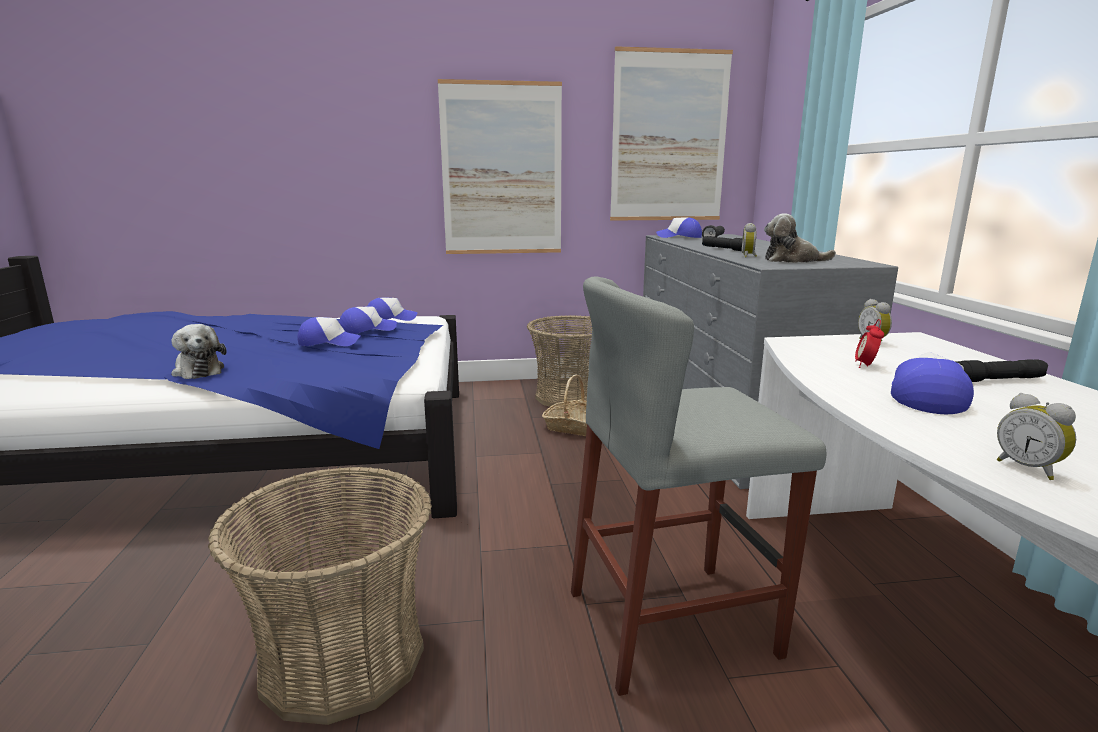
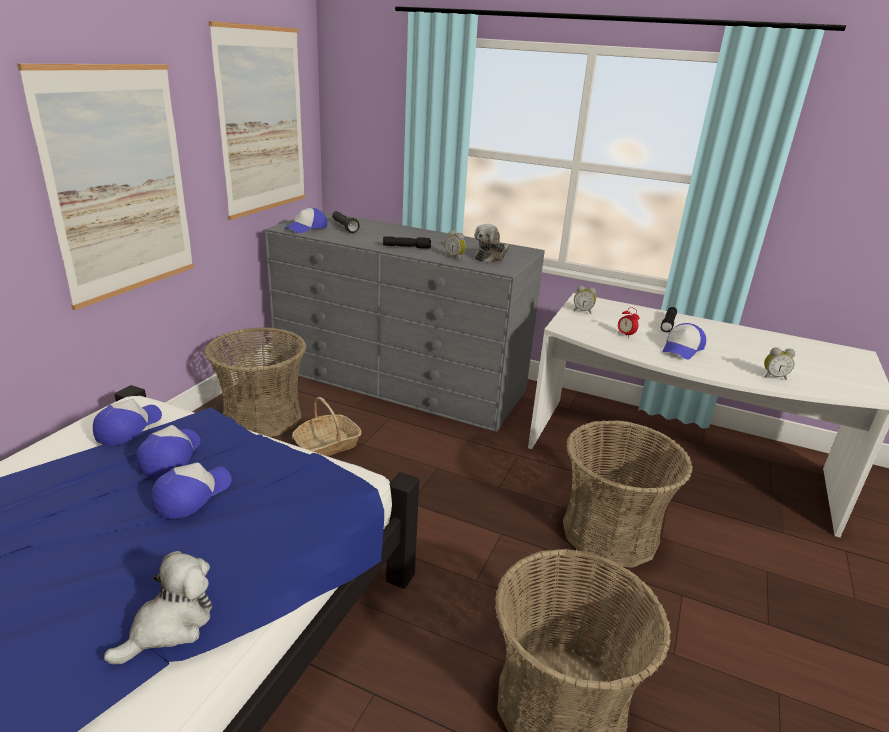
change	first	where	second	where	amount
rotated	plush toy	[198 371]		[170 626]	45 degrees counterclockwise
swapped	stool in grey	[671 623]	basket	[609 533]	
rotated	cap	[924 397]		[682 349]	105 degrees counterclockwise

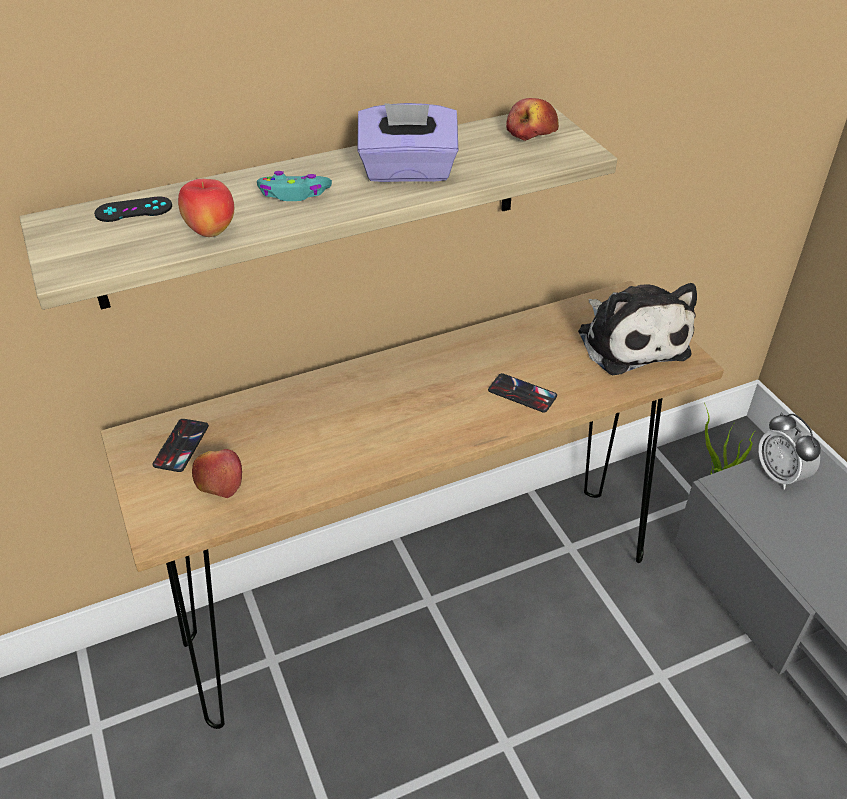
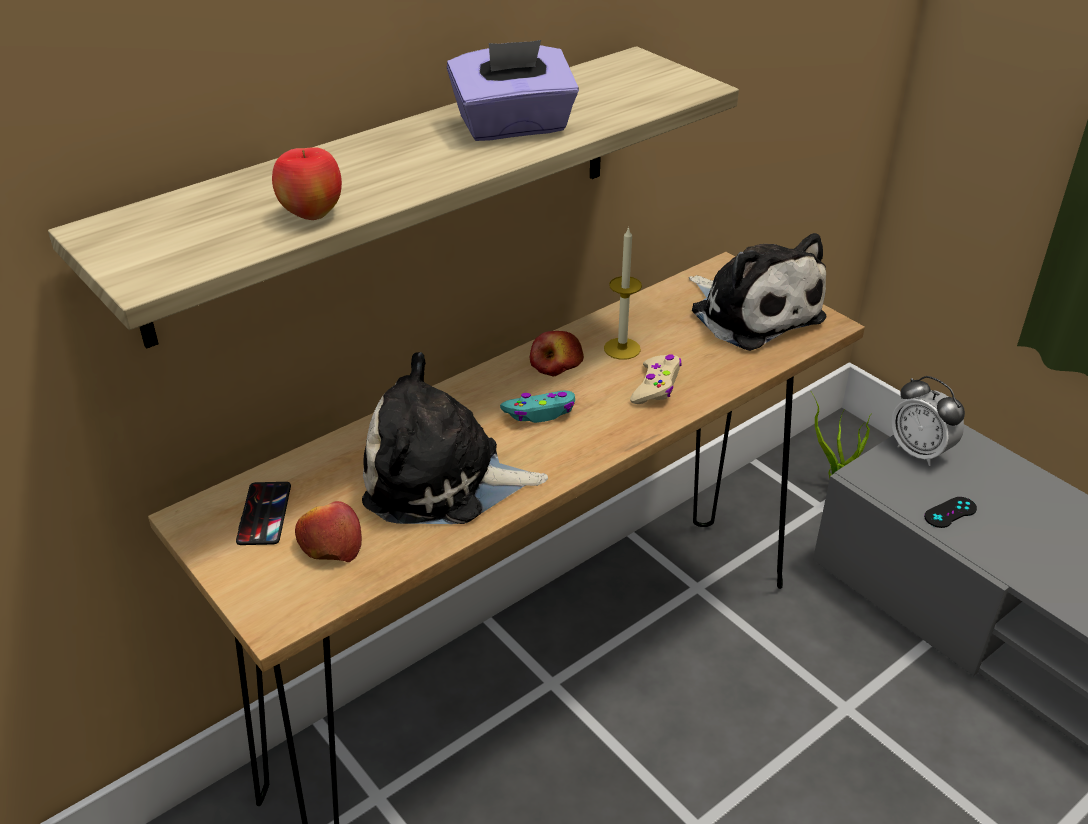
change	first	where	second	where	amount
new			plush toy	[442 480]	
shifted	game controller in turquoise	[294 194]		[540 413]	
shifted	apple	[531 135]		[557 366]	
new			candle	[622 348]	
swapped	phone	[522 393]	game controller in beige	[656 386]	
shifted	game controller in black	[133 210]		[950 512]	

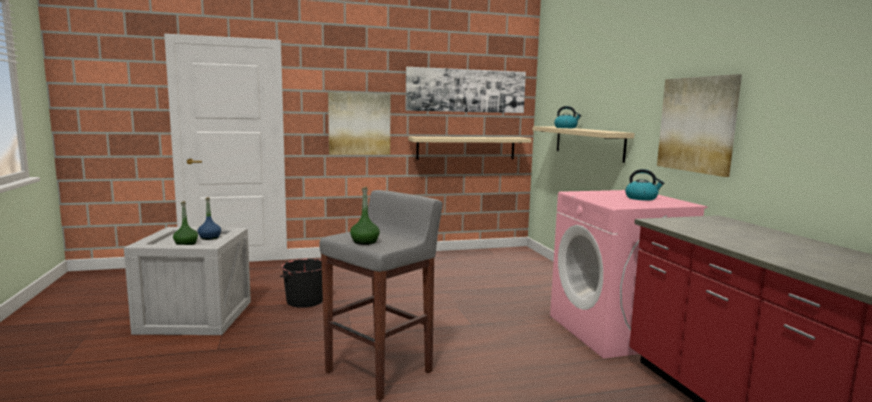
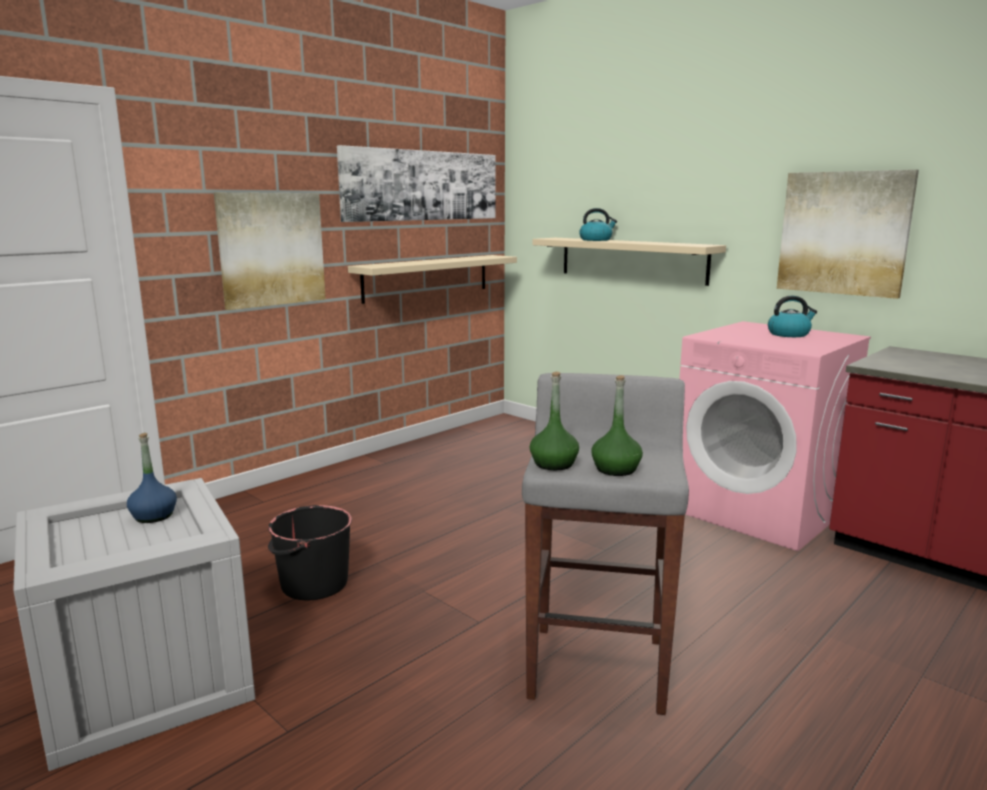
change	first	where	second	where	amount
shifted	bottle in green	[186 244]		[554 464]	

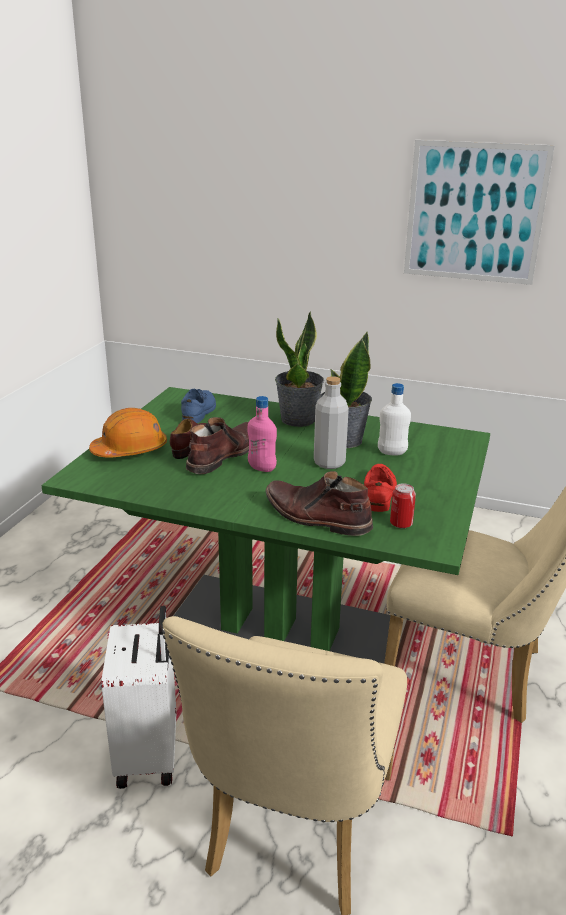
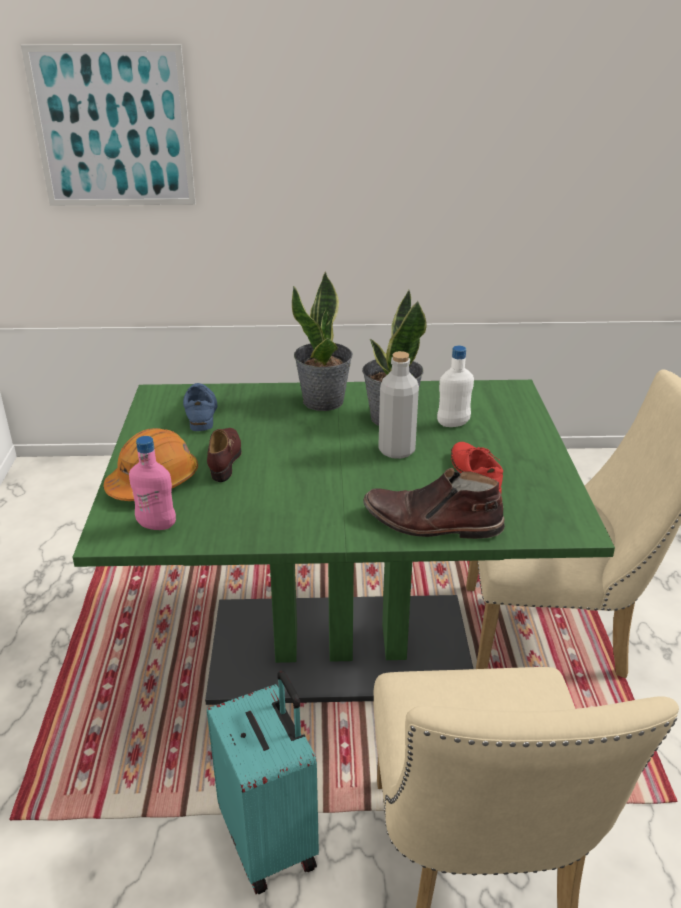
change	first	where	second	where	amount
shifted	picture	[474 213]		[112 128]	
shifted	bottle in pink	[262 468]		[156 525]	
repainted	suitcase in white	[150 755]	suitcase in turquoise	[271 840]	
gone	boot in brown	[223 455]			
gone	can	[401 524]			

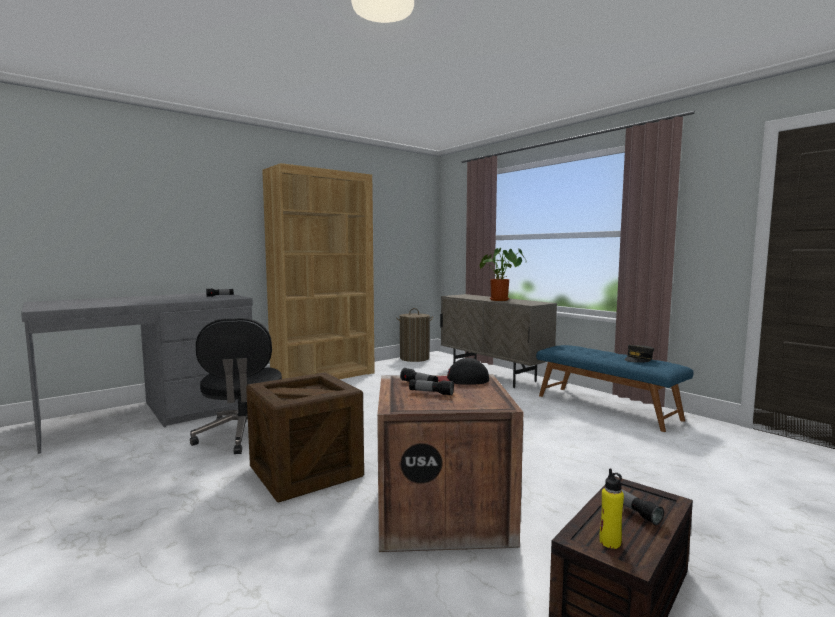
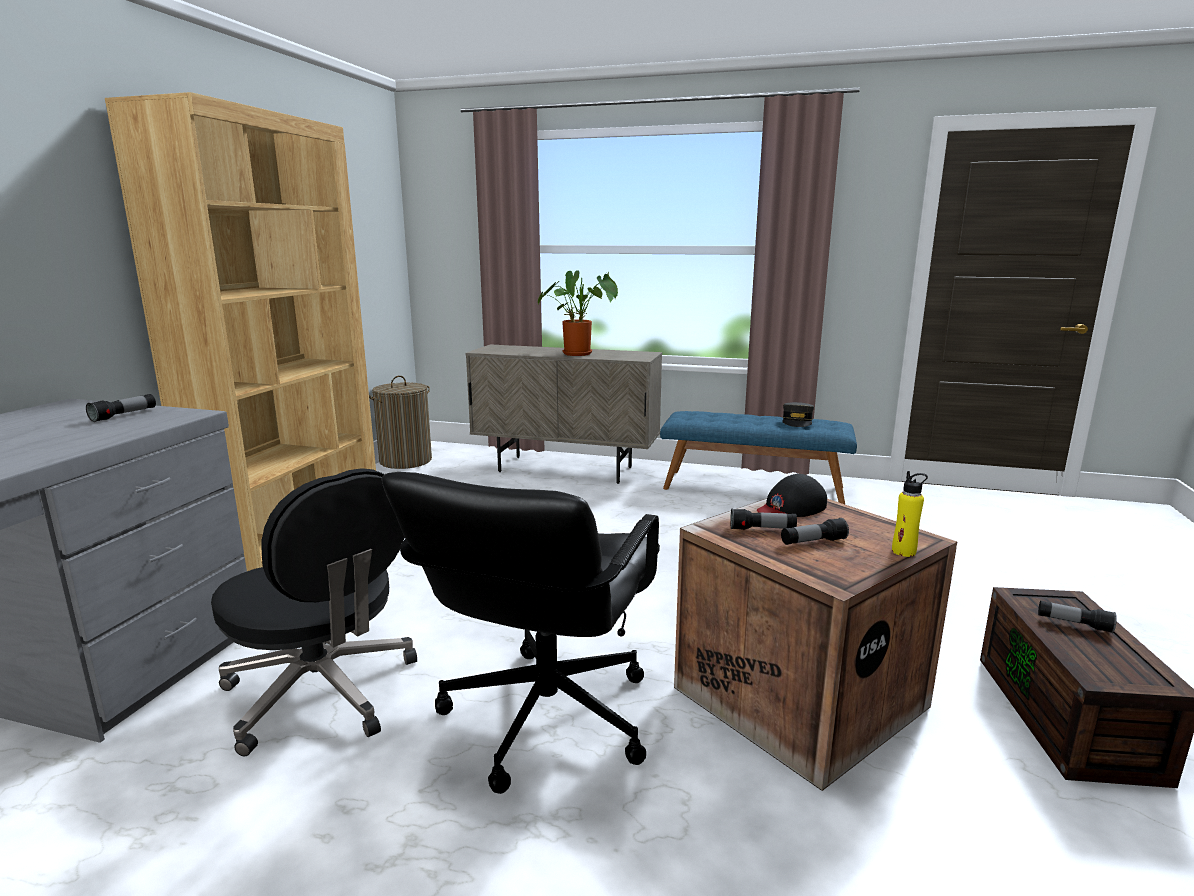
change	first	where	second	where	amount
swapped	crate	[306 471]	office chair in black	[544 717]	
shifted	bottle in yellow	[610 542]		[904 551]	

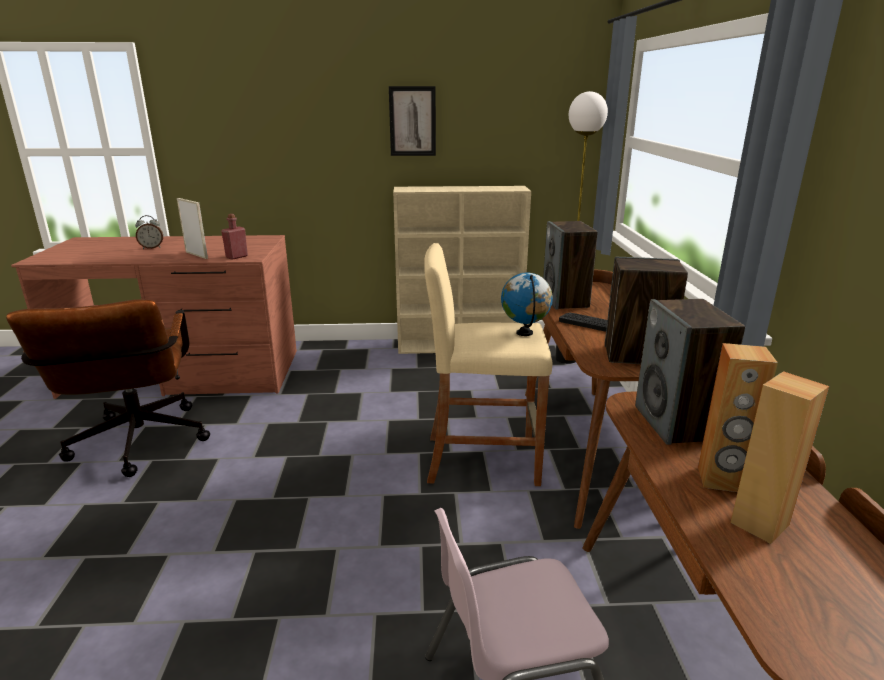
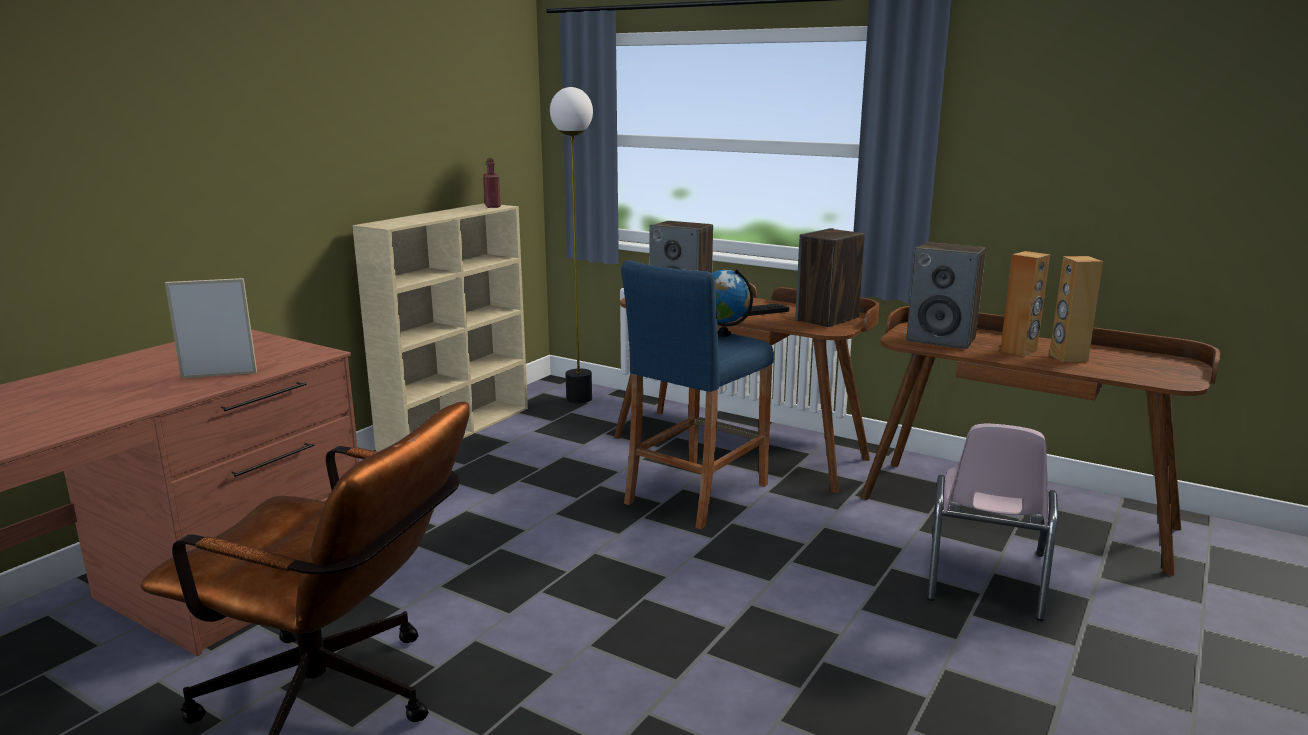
change	first	where	second	where	amount
shifted	bottle in red	[237 257]		[492 206]	
repainted	stool in beige	[482 460]	stool in blue	[696 493]	
gone	alarm clock	[152 248]			
gone	picture	[412 121]			

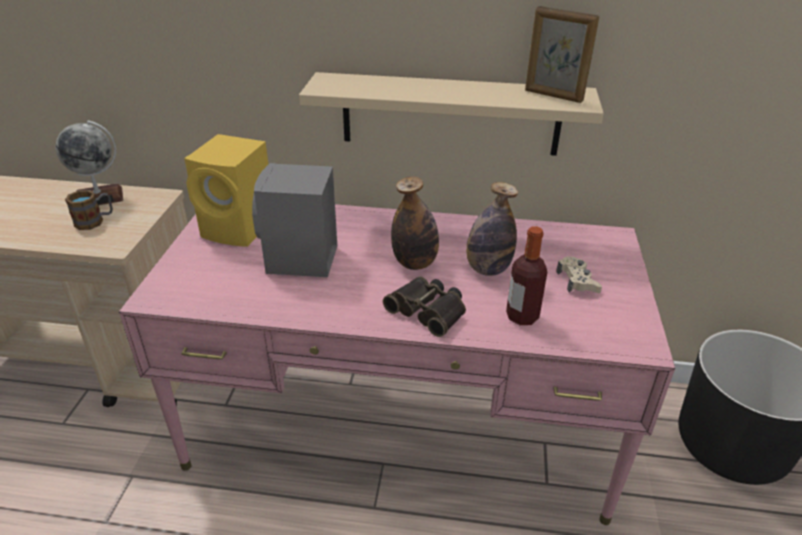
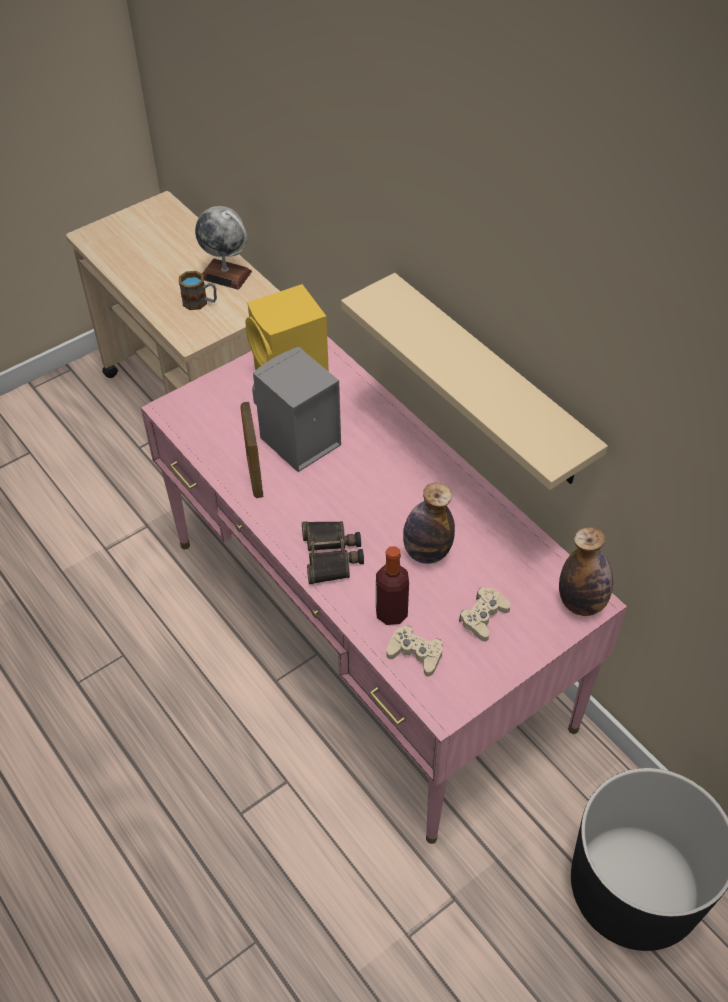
change	first	where	second	where	amount
shifted	picture frame	[553 96]		[255 476]	
new			game controller in beige	[415 654]	
shifted	bottle	[415 263]		[581 602]	

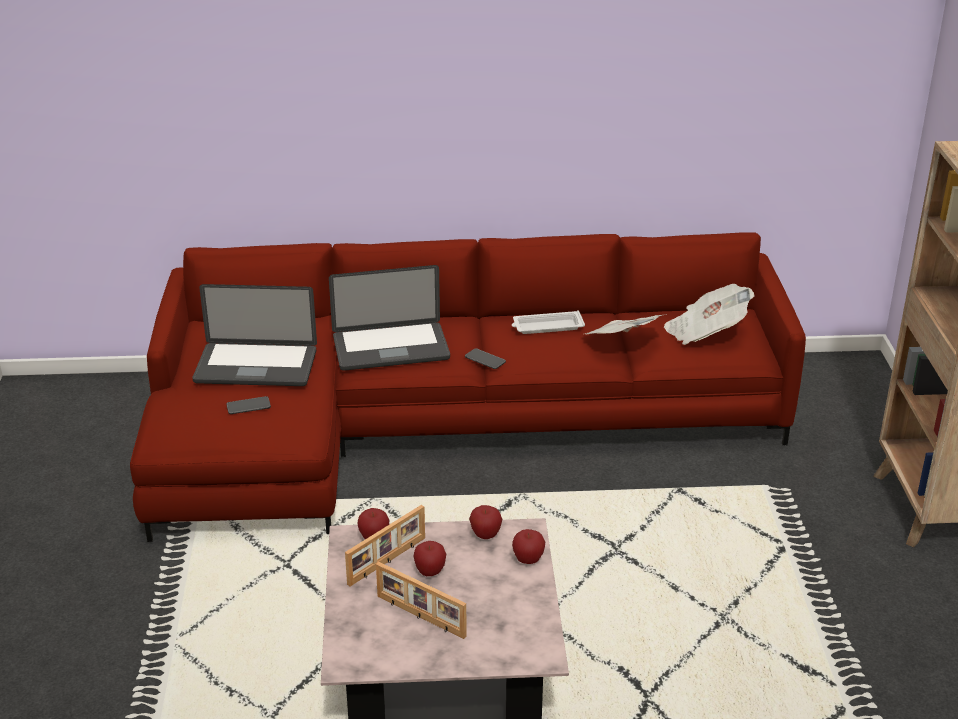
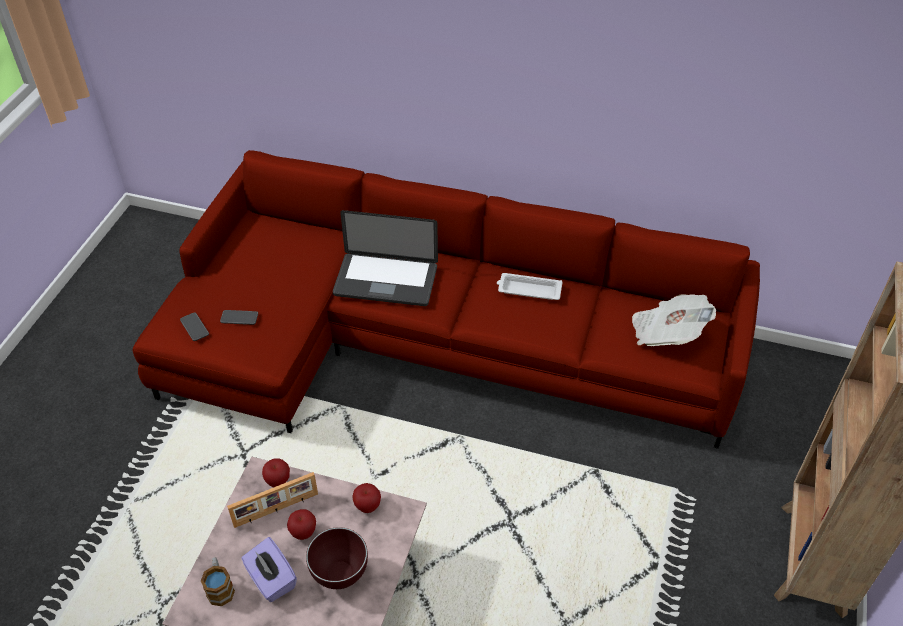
change	first	where	second	where	amount
shifted	phone	[485 359]		[194 327]	
new			mug	[220 587]	
swapped	picture frame	[420 617]	tissue box in purple	[271 579]	
new			bowl in brown	[340 574]	
gone	laptop	[256 367]			
gone	apple	[528 560]			
gone	newspaper	[622 343]			

